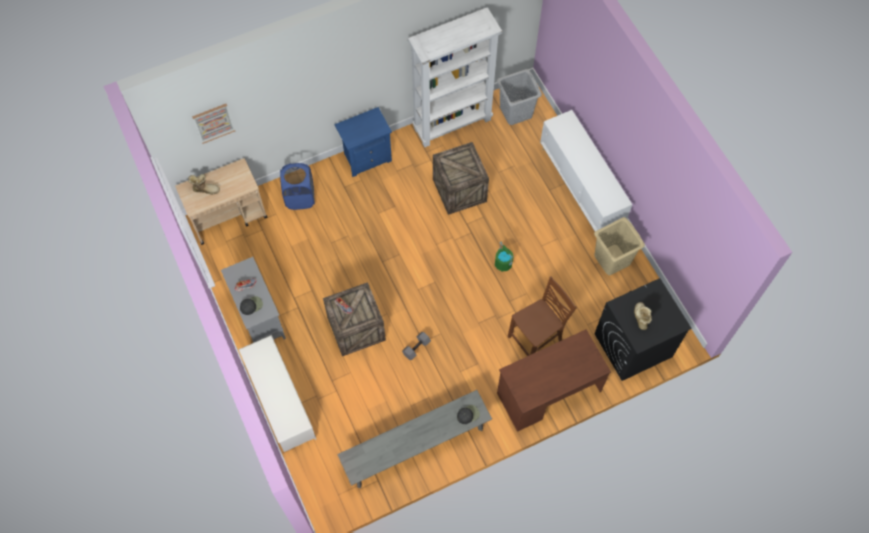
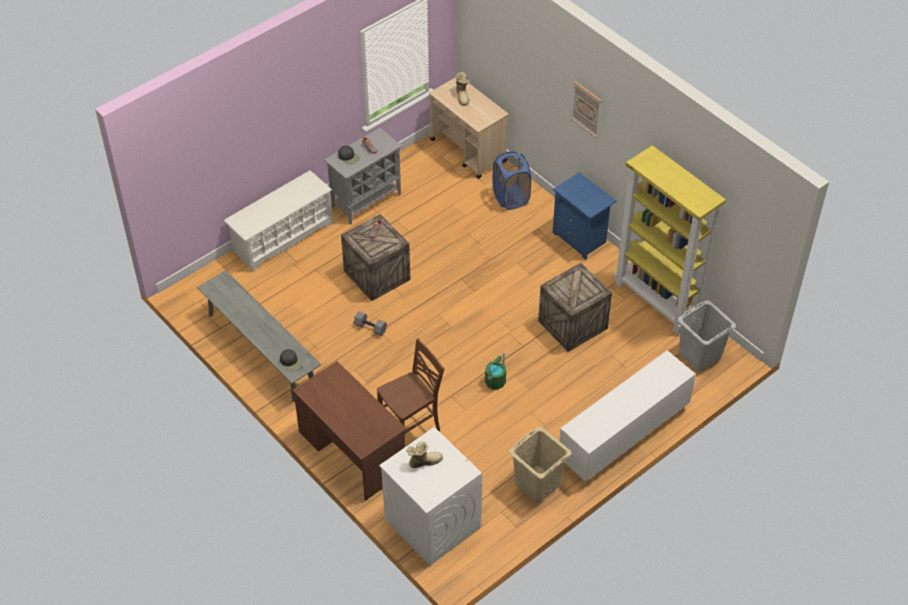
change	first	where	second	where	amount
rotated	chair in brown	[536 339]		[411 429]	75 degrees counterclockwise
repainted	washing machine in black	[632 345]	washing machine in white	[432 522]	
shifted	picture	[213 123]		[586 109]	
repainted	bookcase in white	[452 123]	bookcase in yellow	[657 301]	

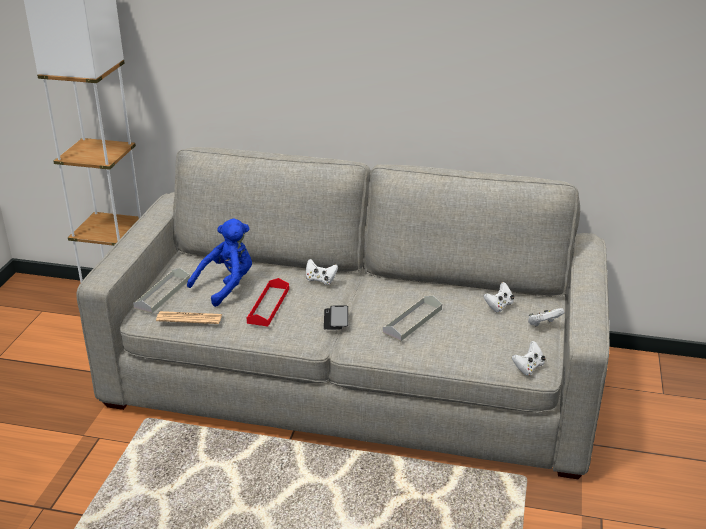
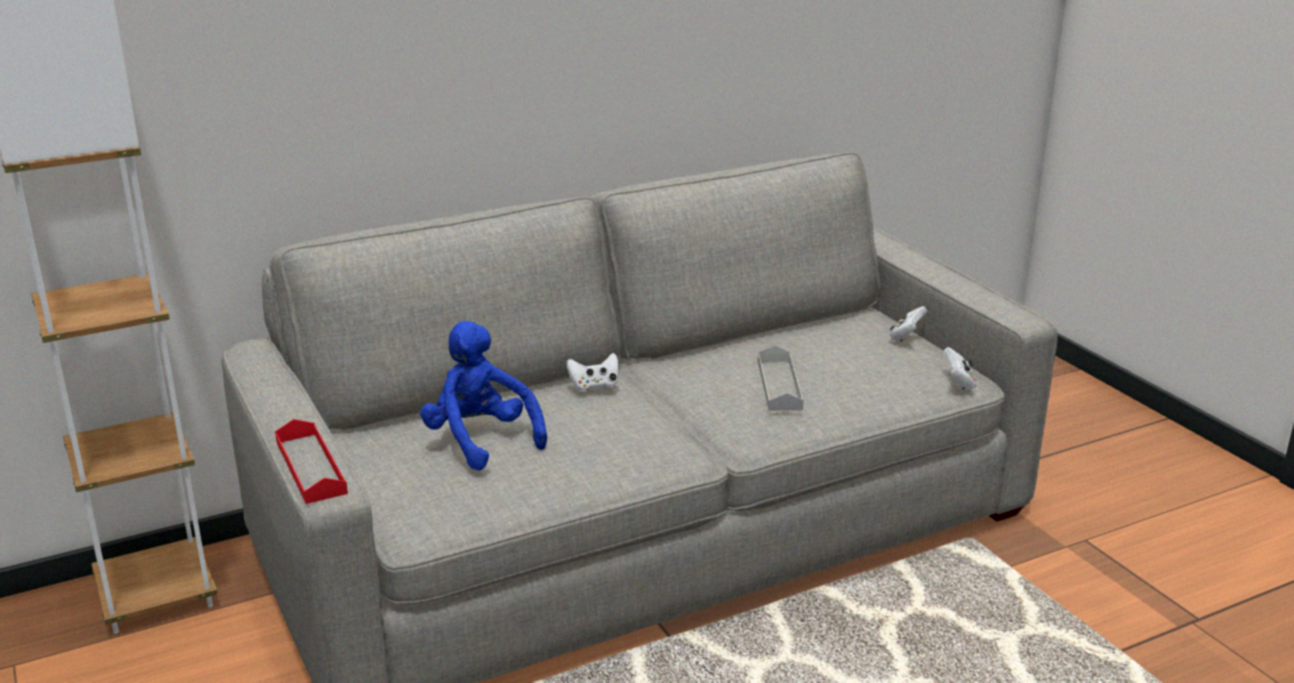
change	first	where	second	where	amount
shifted	tray in red	[268 305]		[311 467]	
rotated	plush toy in blue	[227 286]		[480 440]	45 degrees counterclockwise
gone	tray in grey	[162 294]			
gone	newspaper	[189 318]			
gone	phone	[336 319]			
gone	game controller in white	[498 306]			

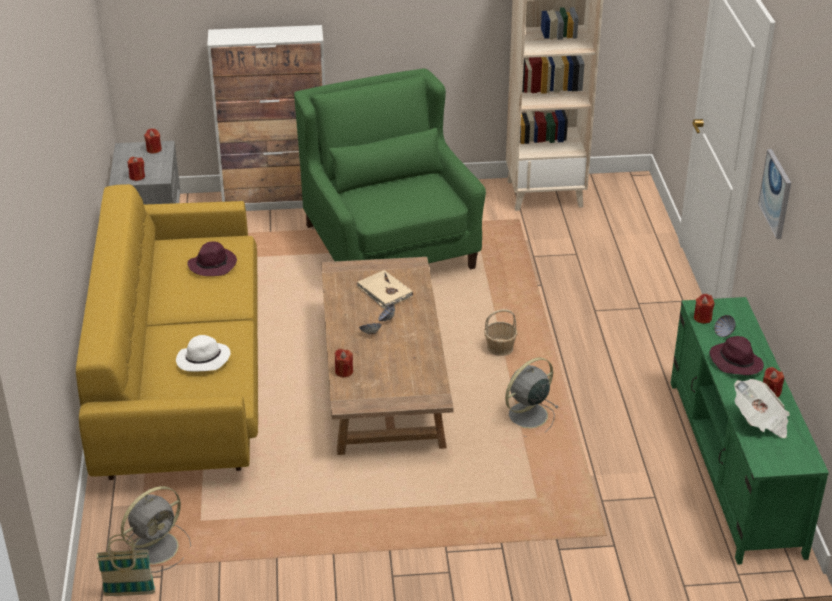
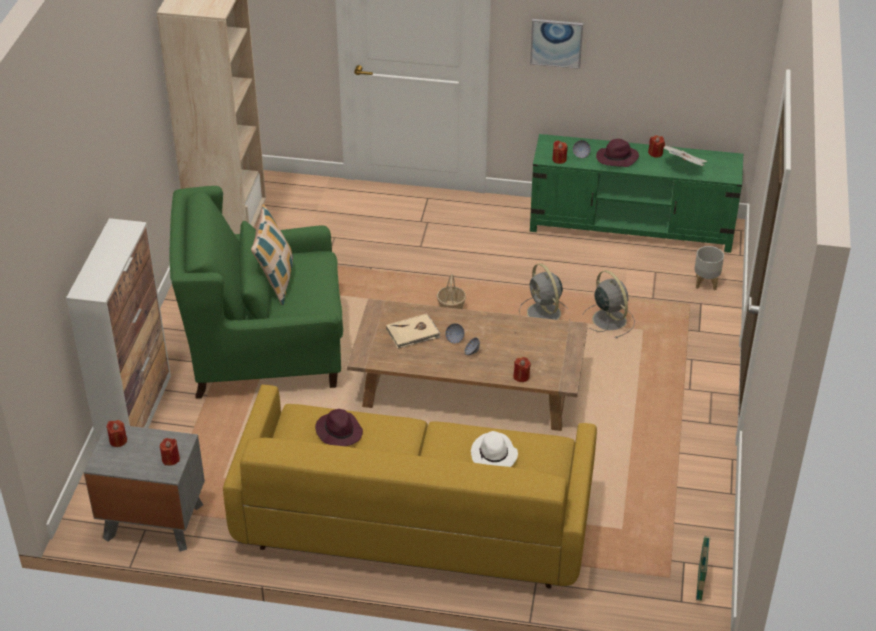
change	first	where	second	where	amount
new			pillow	[276 281]	
shifted	fan in grey	[157 547]		[608 319]	
new			planter in grey	[706 283]	

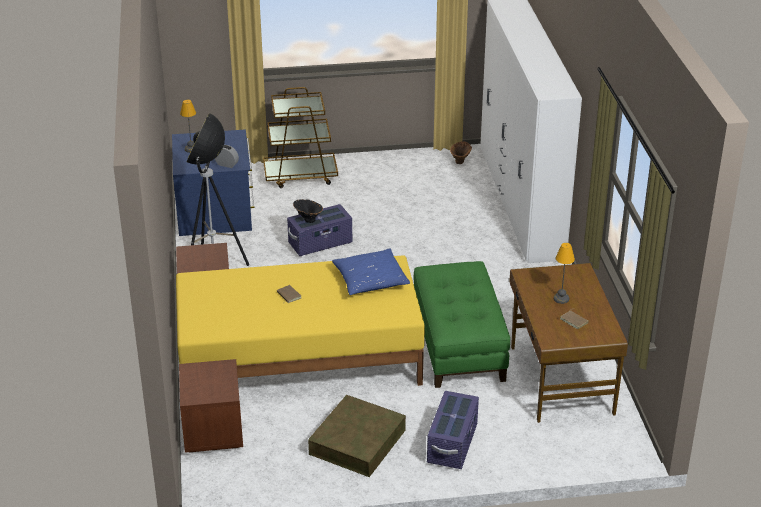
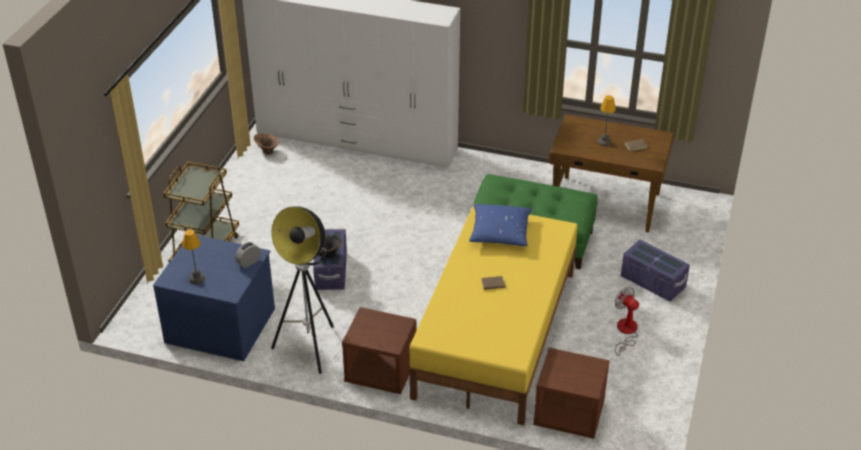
change	first	where	second	where	amount
swapped	storage box in brown	[357 442]	fan	[625 332]	

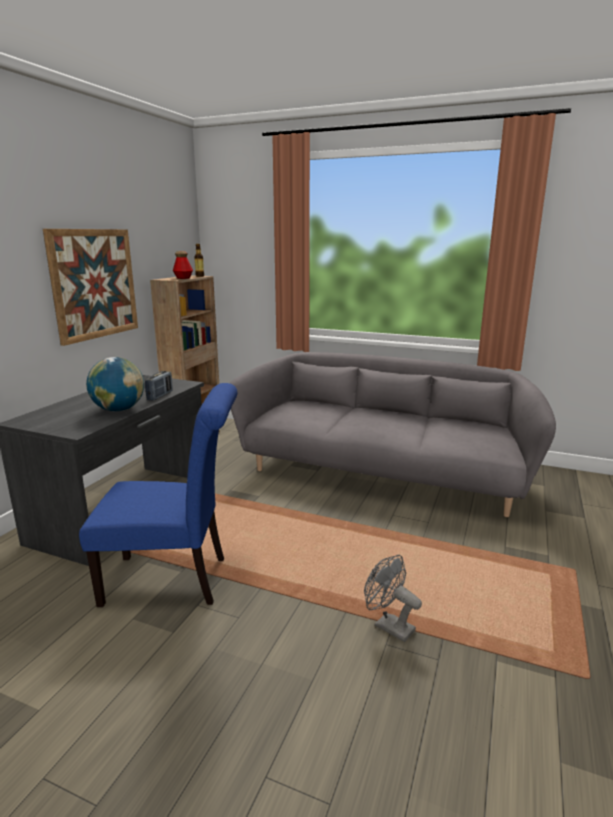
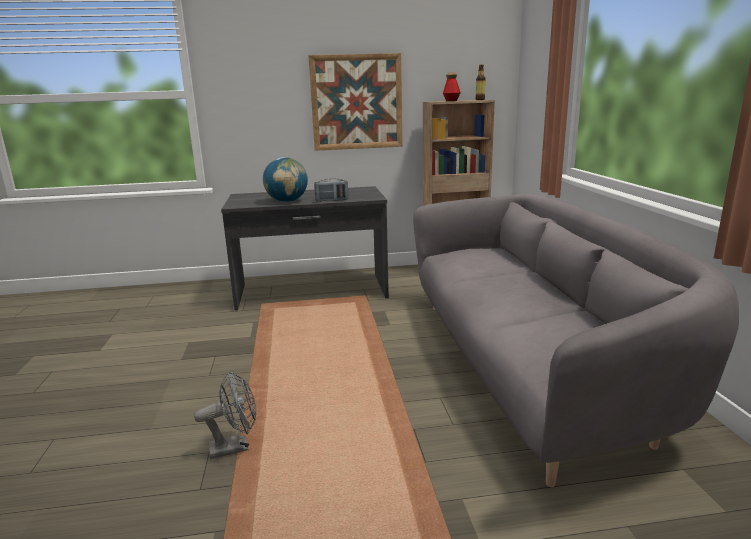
change	first	where	second	where	amount
rotated	fan in grey	[388 626]		[235 447]	60 degrees clockwise
gone	chair in blue	[174 580]			

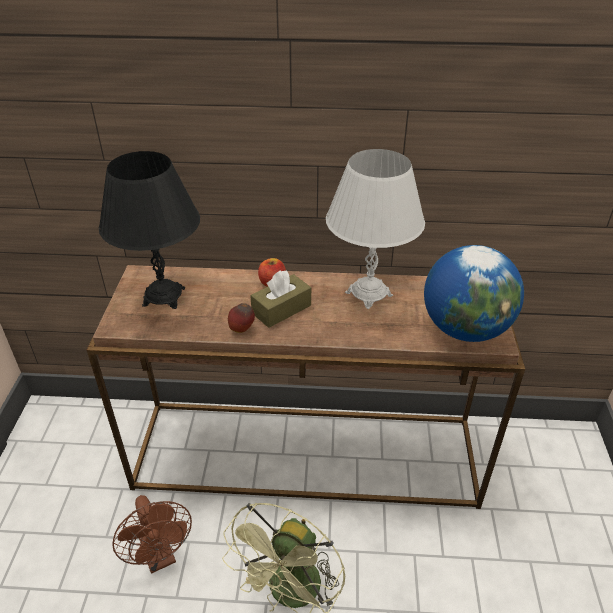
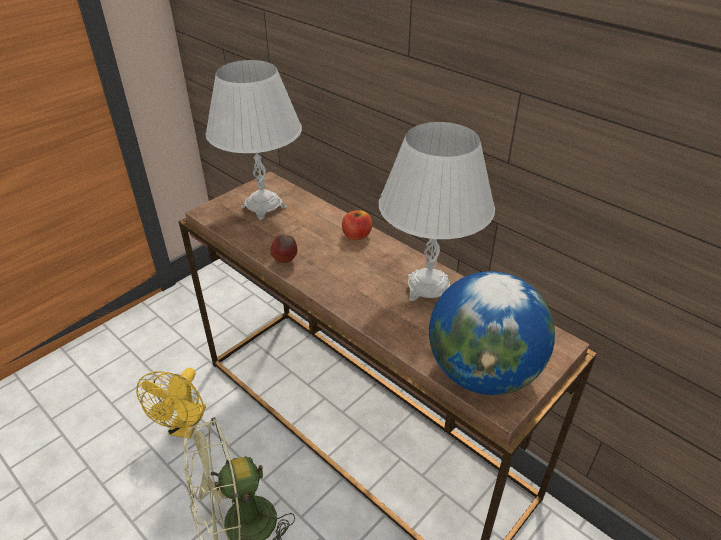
change	first	where	second	where	amount
repainted	fan in brown	[160 556]	fan in yellow	[185 427]	
repainted	table lamp in black	[164 297]	table lamp in white	[263 207]	
gone	tissue box in brown	[281 309]			

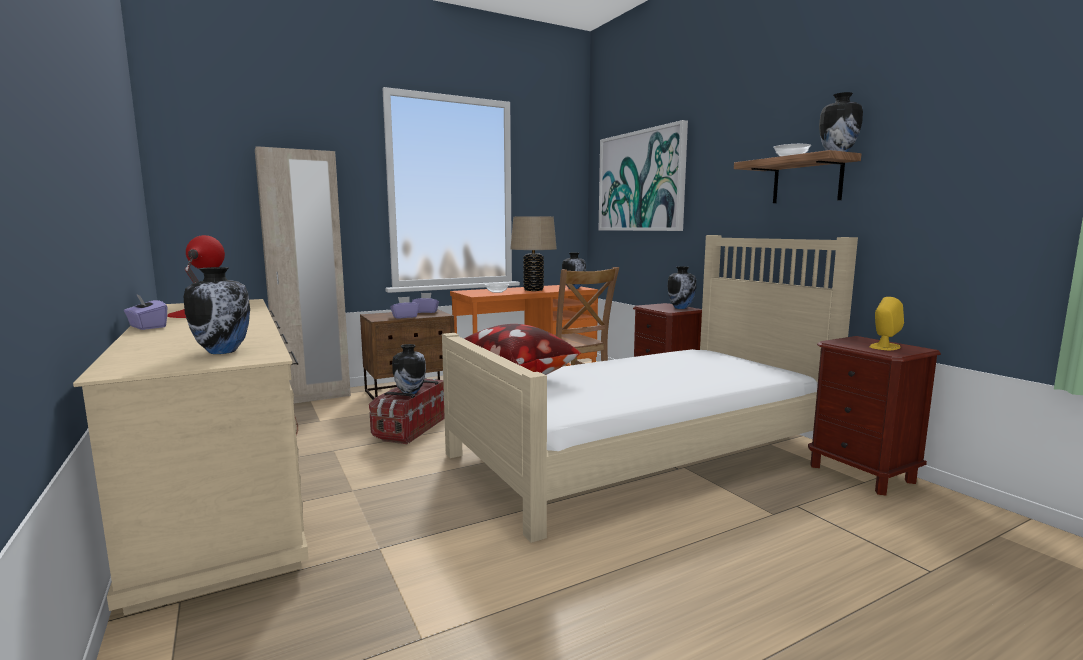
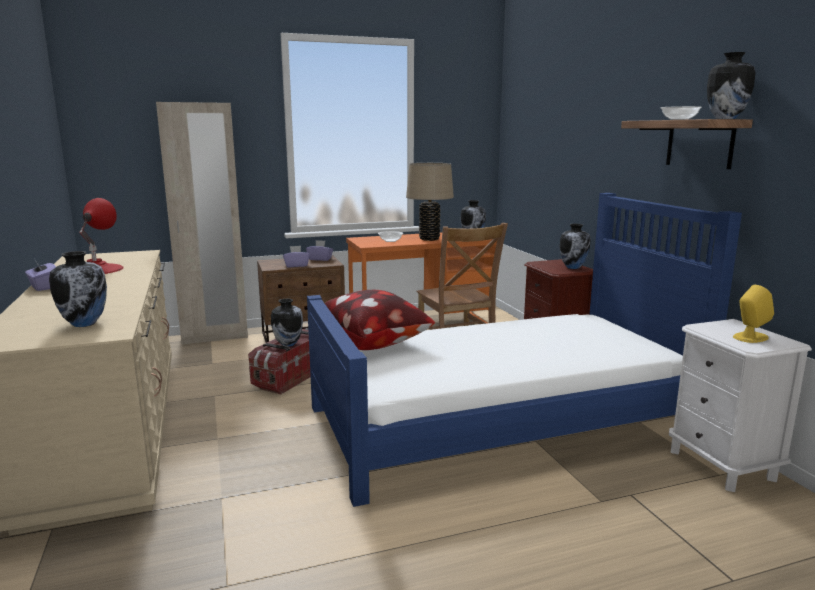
change	first	where	second	where	amount
repainted	bed in beige	[643 452]	bed in blue	[502 420]	
repainted	nightstand in brown	[861 474]	nightstand in white	[721 465]	
gone	picture	[640 181]			

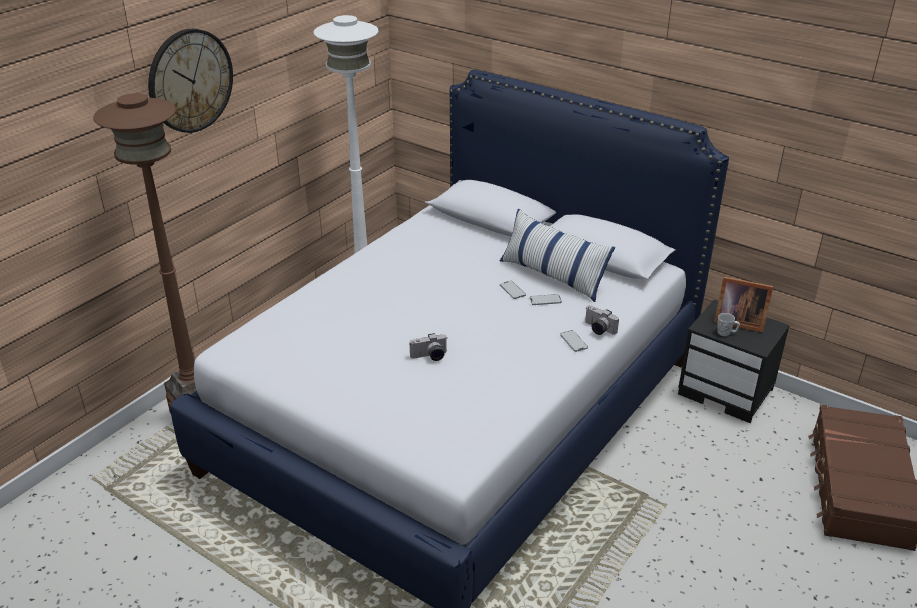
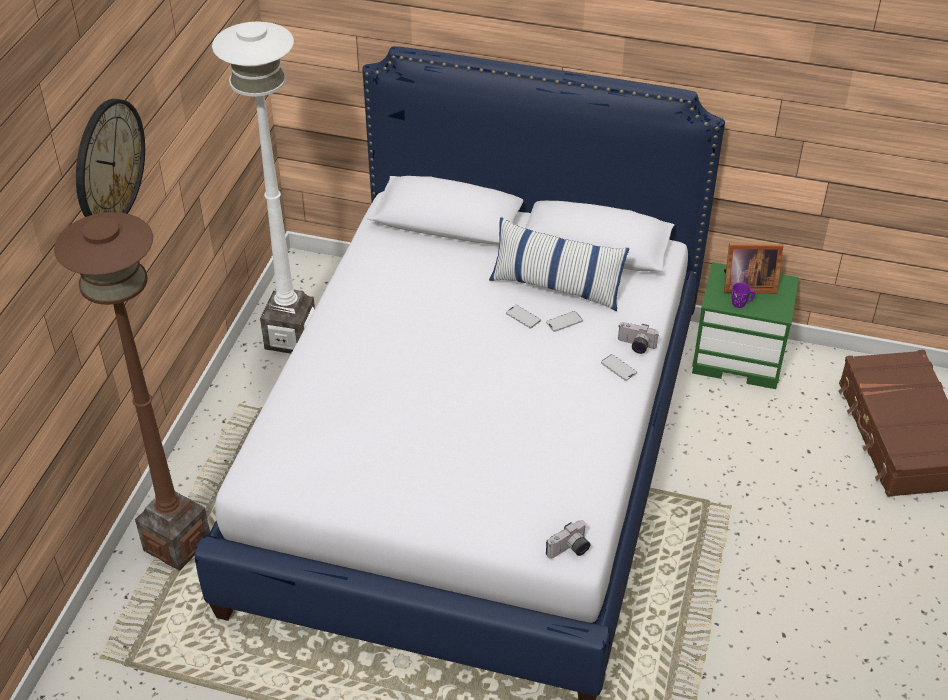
change	first	where	second	where	amount
shifted	photo camera	[429 357]		[570 550]	
repainted	nightstand in black	[727 392]	nightstand in green	[739 357]	
repainted	mug in white	[726 333]	mug in purple	[741 303]	

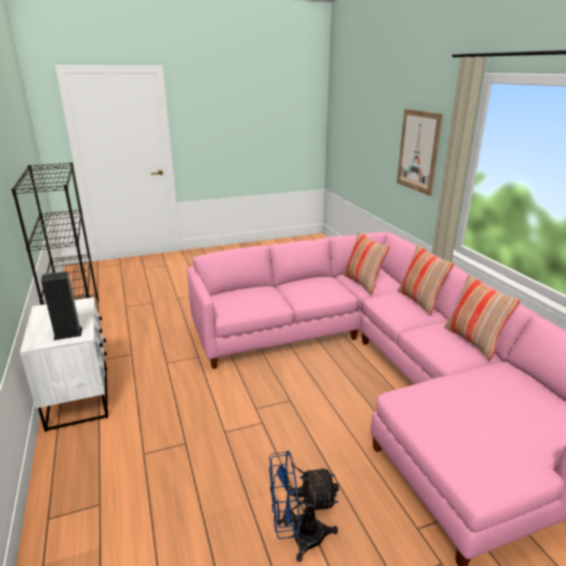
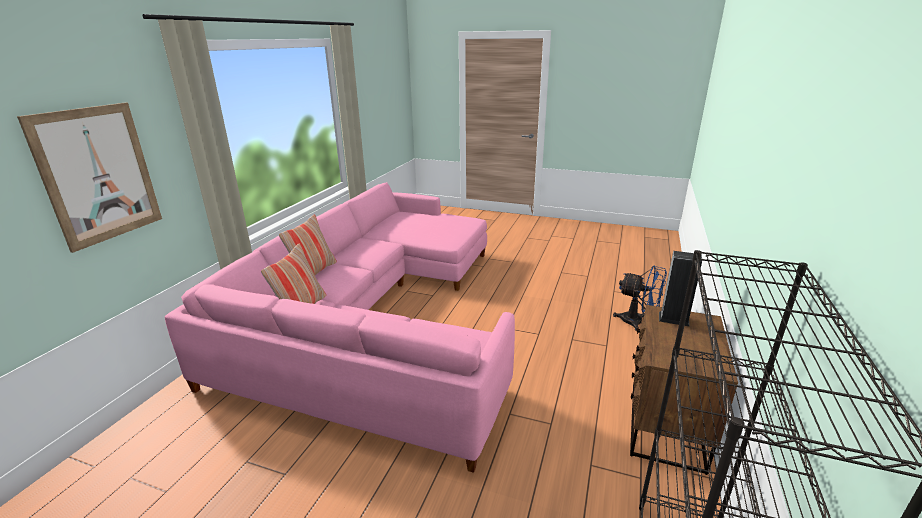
change	first	where	second	where	amount
shifted	fan in blue	[298 536]		[637 322]	
repainted	nightstand in white	[79 396]	nightstand in brown	[664 425]	
gone	pillow	[473 341]			

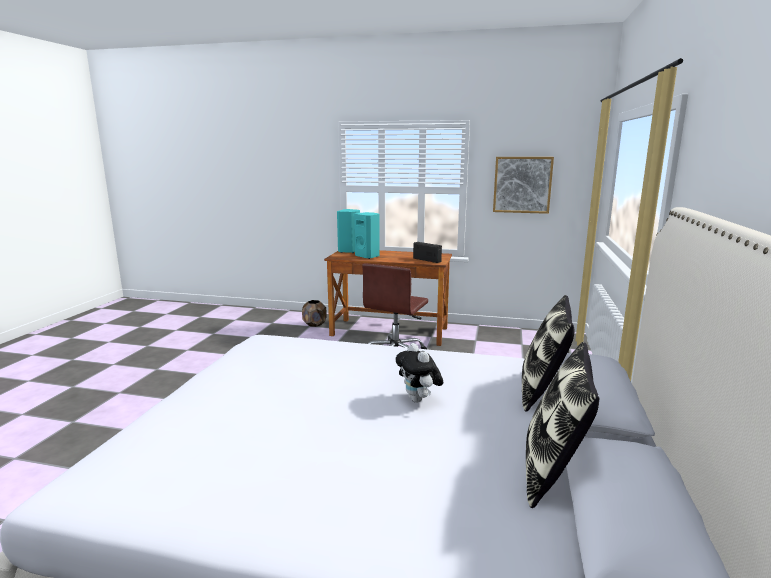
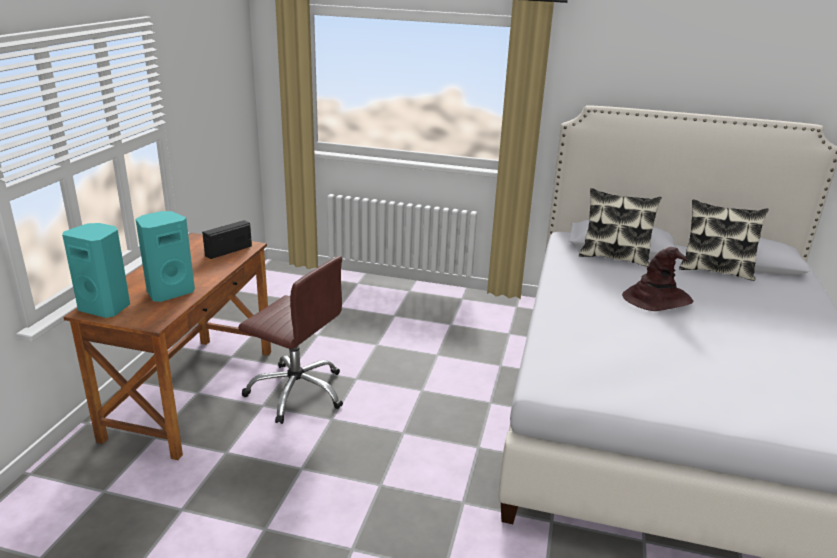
change	first	where	second	where	amount
swapped	plush toy	[419 400]	hat in brown	[657 299]	
gone	planter in brown	[315 324]			
gone	picture	[522 184]			

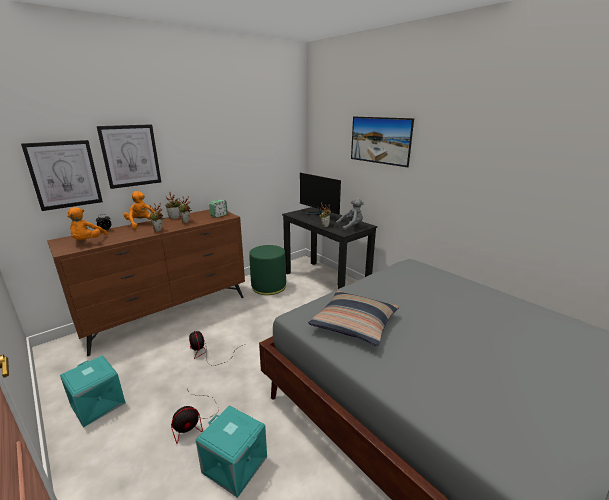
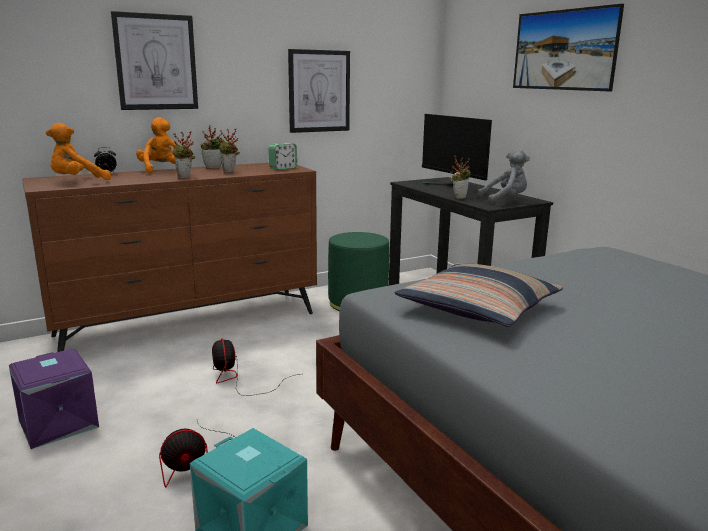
change	first	where	second	where	amount
repainted	storage box in turquoise	[97 404]	storage box in purple	[56 423]	
rotated	plush toy in orange	[88 241]		[78 181]	45 degrees clockwise
shifted	picture	[64 174]		[319 91]	

